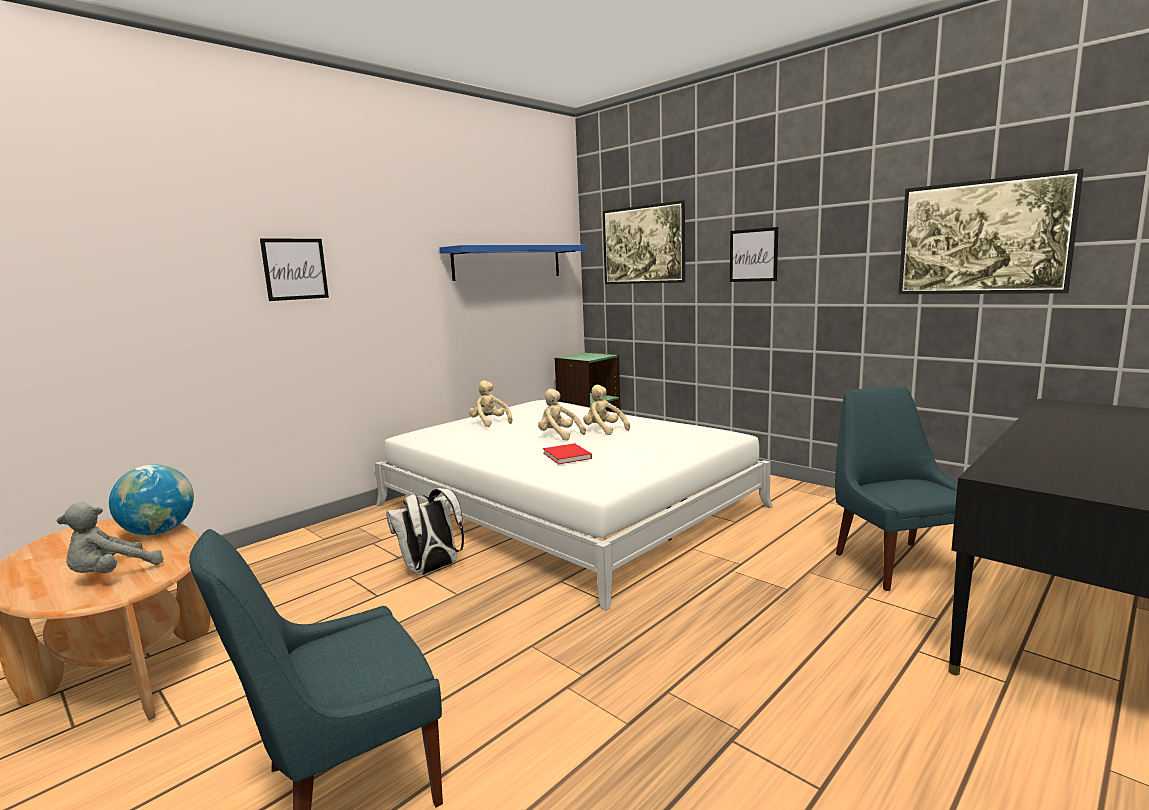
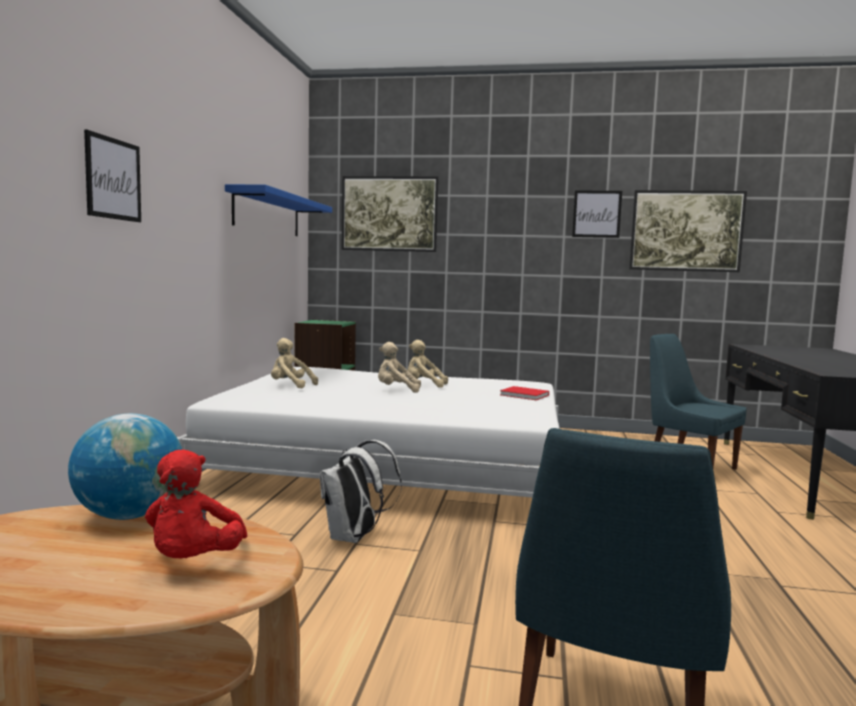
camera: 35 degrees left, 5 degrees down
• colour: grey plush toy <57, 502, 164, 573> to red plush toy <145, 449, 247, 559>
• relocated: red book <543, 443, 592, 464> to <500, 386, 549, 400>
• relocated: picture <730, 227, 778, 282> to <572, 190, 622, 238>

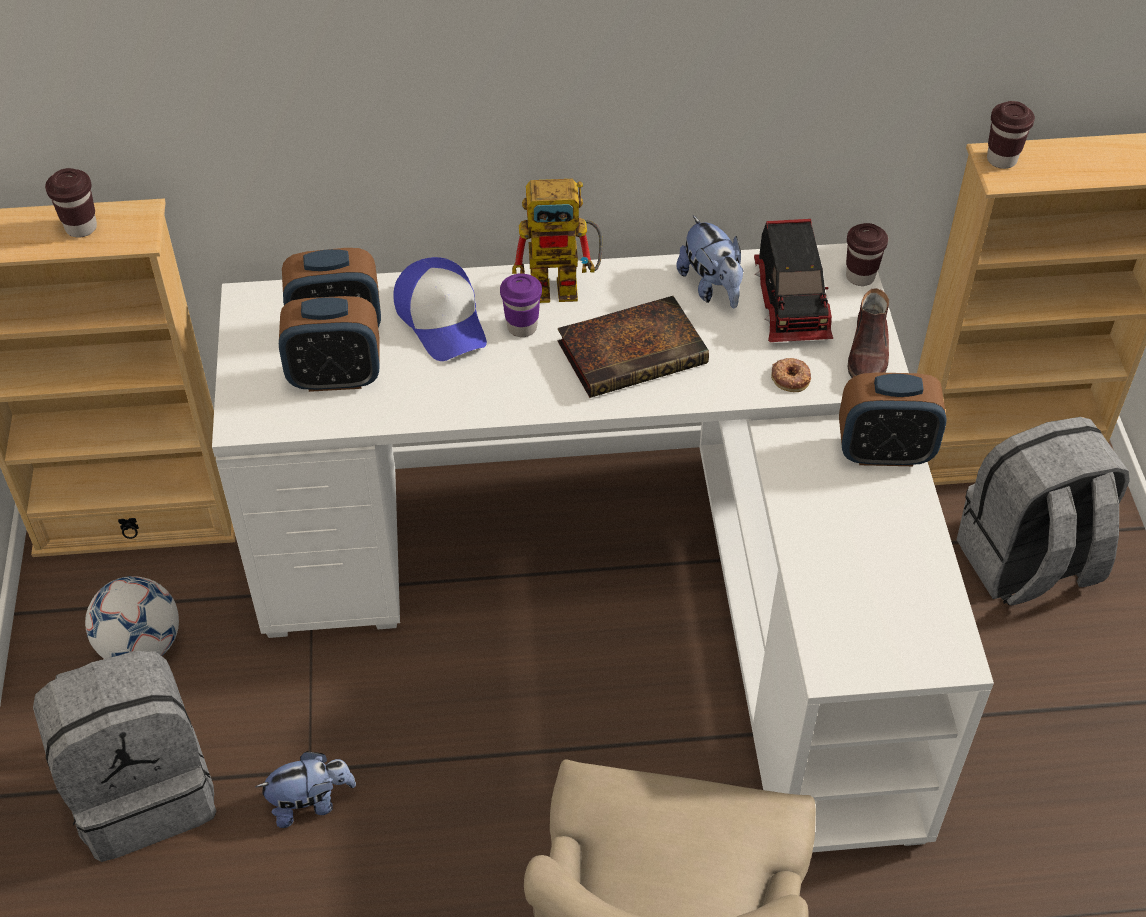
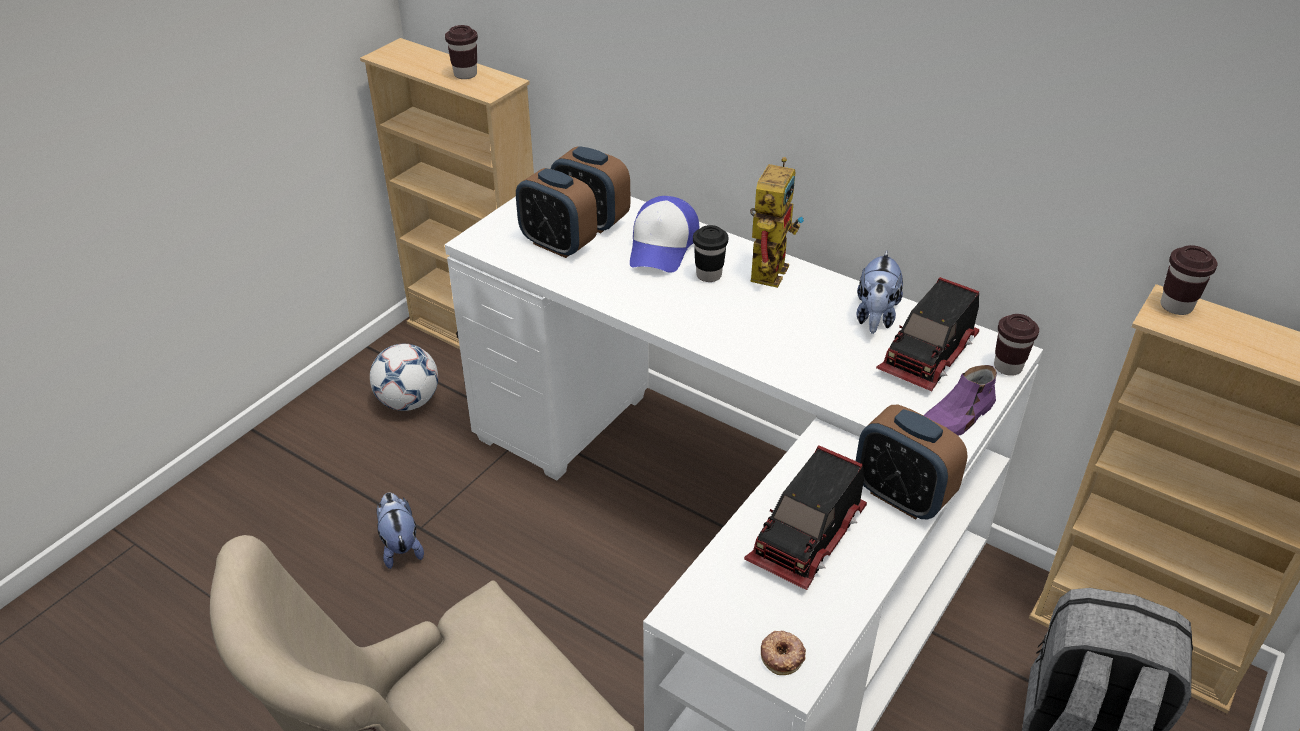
camera: 40 degrees right, 10 degrees down
• spun: plush toy <256, 751, 356, 828> = <377, 492, 424, 569> 135 degrees counterclockwise
• colour: purple cup <500, 273, 542, 337> to black cup <693, 225, 728, 282>
• appeared: toy truck <744, 445, 867, 590>
• spun: toy robot <512, 179, 603, 303> = <750, 157, 804, 288> 105 degrees counterclockwise
• relocated: donut <771, 358, 811, 392> to <761, 631, 806, 675>
• colour: brown shoe <848, 288, 889, 378> to purple shoe <924, 365, 997, 436>
• missing: grey backpack <33, 651, 217, 862>
• missing: book <558, 296, 709, 398>

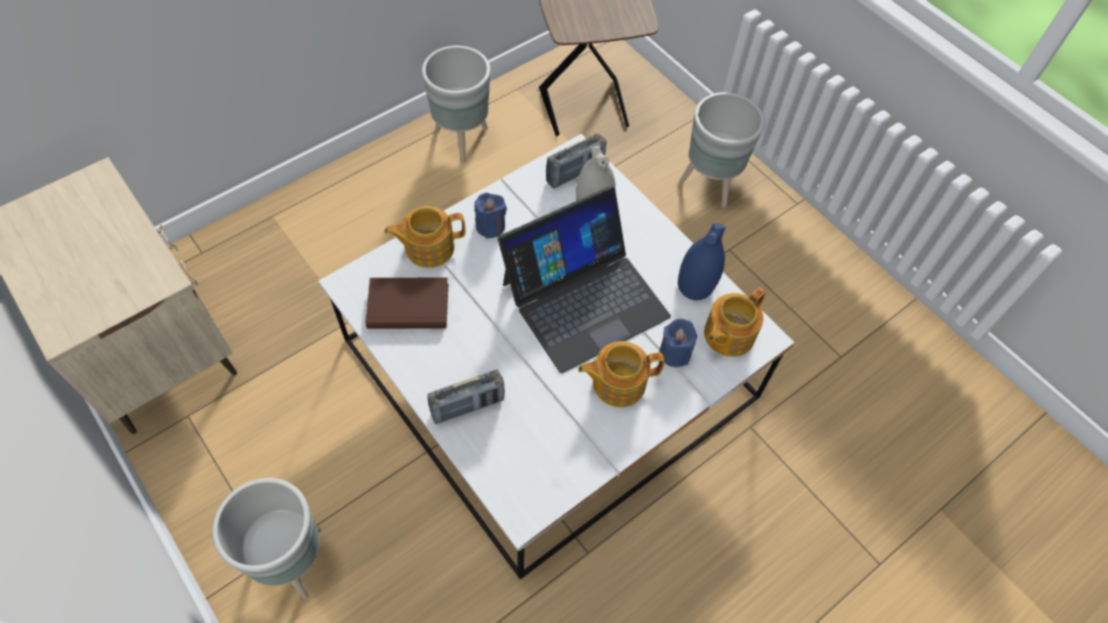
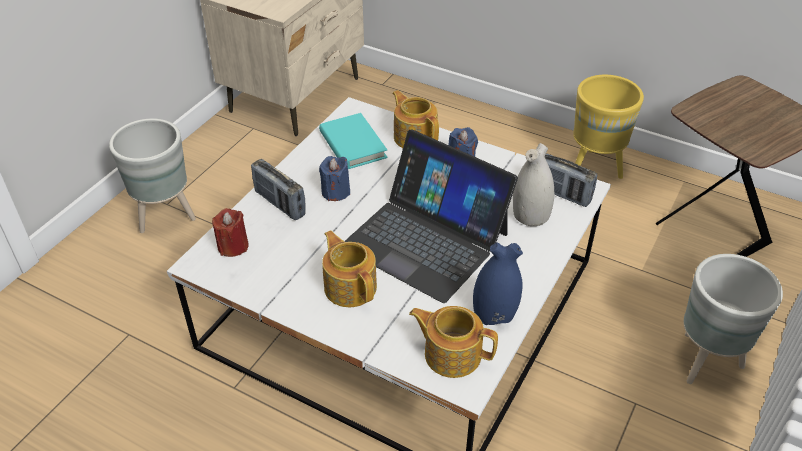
camera: 70 degrees right, 15 degrees down
• appeared: red candle <212, 208, 249, 257>
• colour: brown book <366, 278, 448, 329> to turquoise book <319, 113, 388, 169>
• relocated: blue candle <659, 319, 697, 367> to <319, 156, 350, 201>
• colour: grey planter <422, 46, 491, 163> to yellow planter <573, 75, 644, 179>

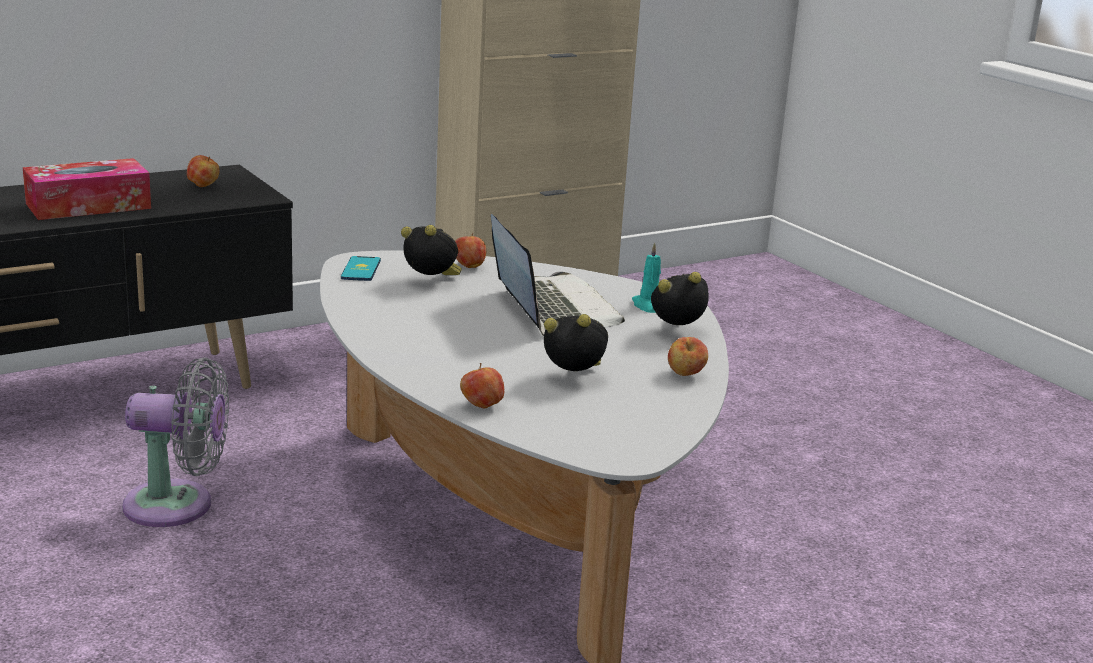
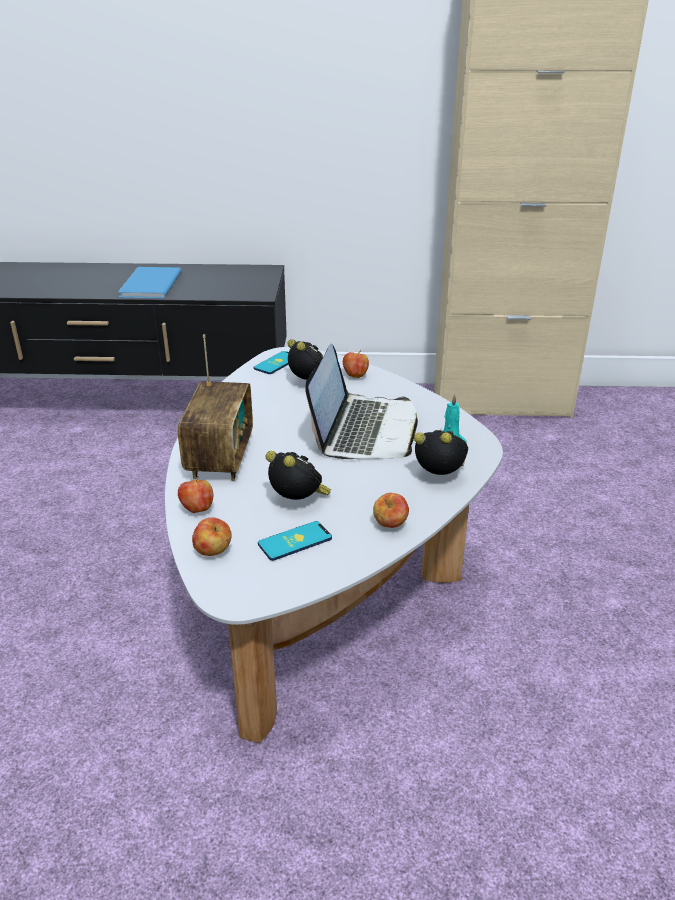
camera: 35 degrees right, 10 degrees up
• exchanged: tissue box <23, 158, 151, 220> to blue book <118, 267, 182, 299>
• appeared: radio <178, 334, 253, 481>
• relocated: apple <187, 155, 220, 187> to <192, 518, 232, 556>
• appeared: phone <258, 521, 332, 561>
• missing: grey fan <122, 358, 229, 527>

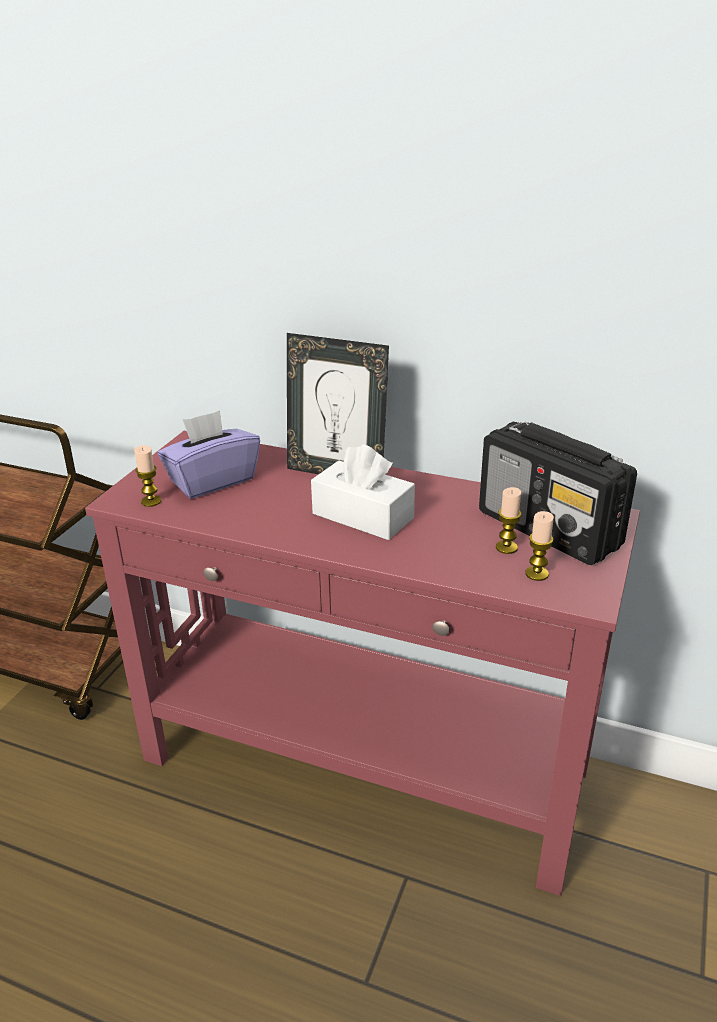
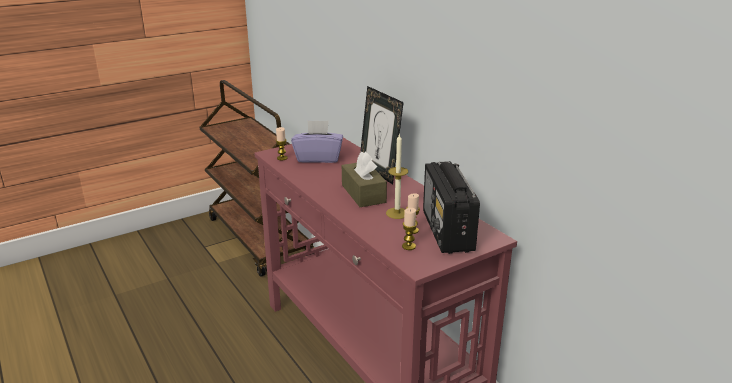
camera: 35 degrees right, 5 degrees down
• colour: white tissue box <311, 444, 415, 540> to brown tissue box <342, 152, 387, 207>
• appeared: candle <386, 133, 408, 219>

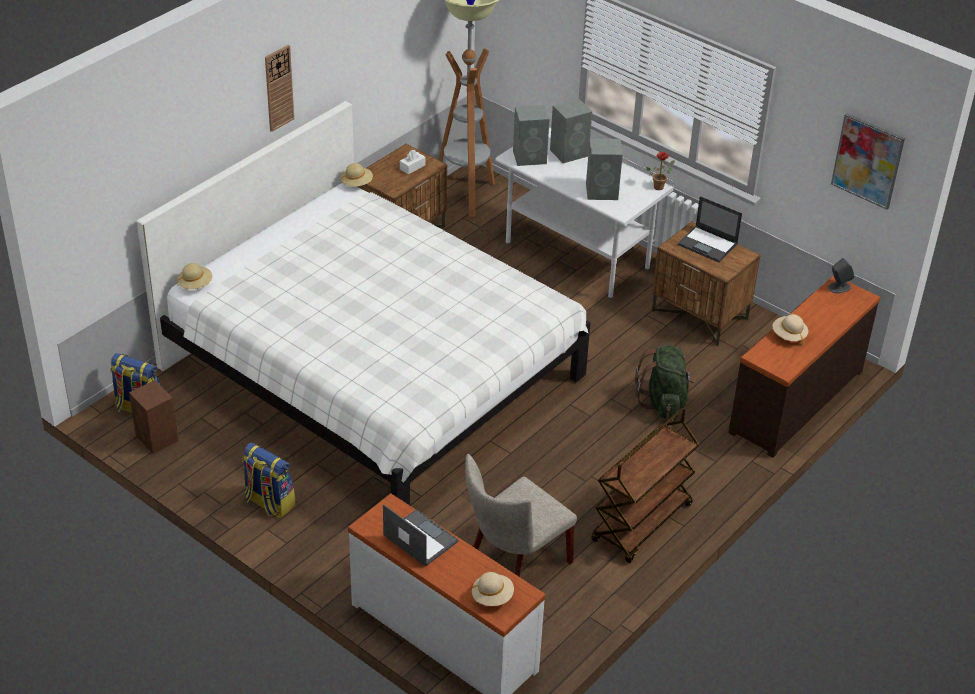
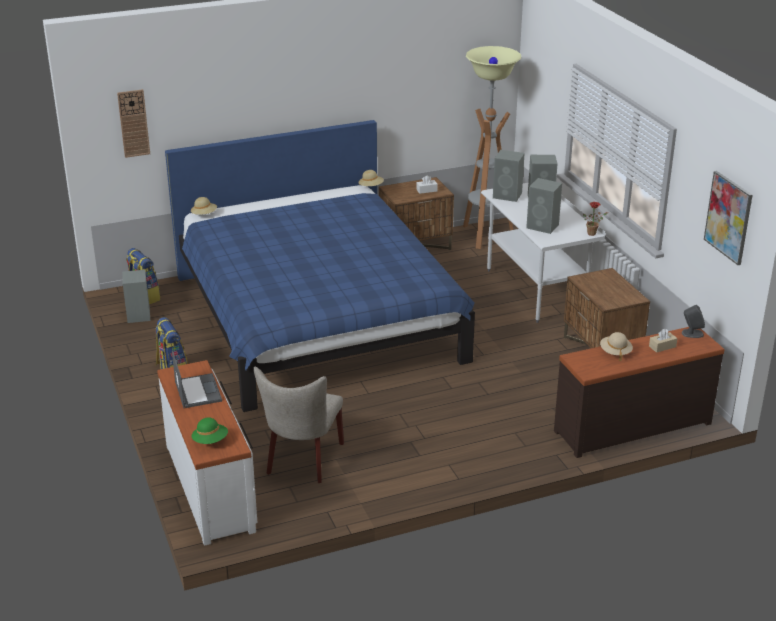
camera: 30 degrees right, 10 degrees down
• relocated: wall clock <265, 45, 294, 132> to <117, 89, 150, 158>
• colour: brown speaker <129, 380, 178, 454> to grey speaker <122, 270, 150, 323>
• colour: white bed <137, 101, 591, 505> to blue bed <165, 120, 475, 412>
• colour: beige hat <471, 572, 514, 606> to green hat <191, 417, 228, 444>
• spun: beige chair <465, 454, 577, 577> = <254, 366, 344, 483> 60 degrees counterclockwise
• appeared: beige tissue box <649, 329, 678, 353>
• missing: brown cart <591, 408, 700, 563>
• missing: green backpack <635, 345, 695, 419>
• missing: laptop <678, 196, 742, 262>

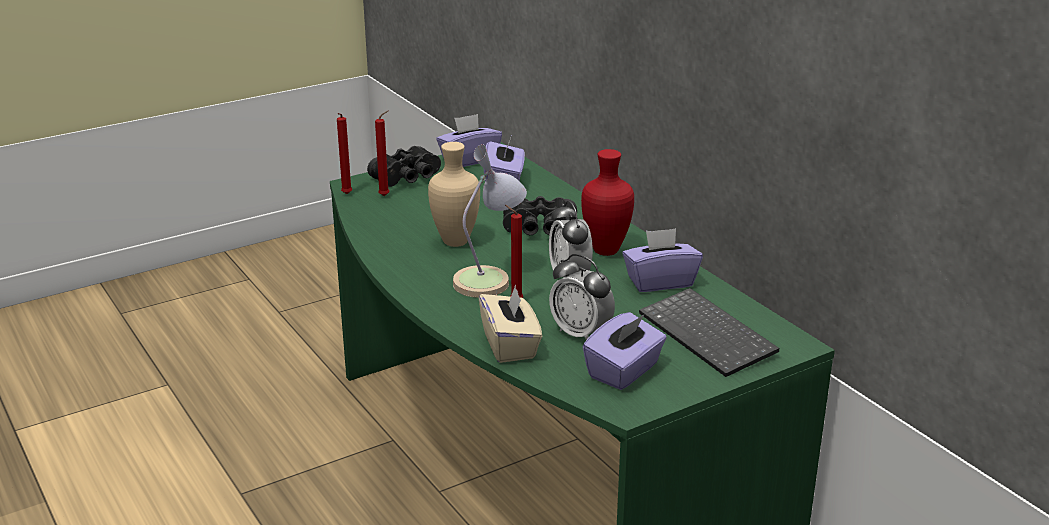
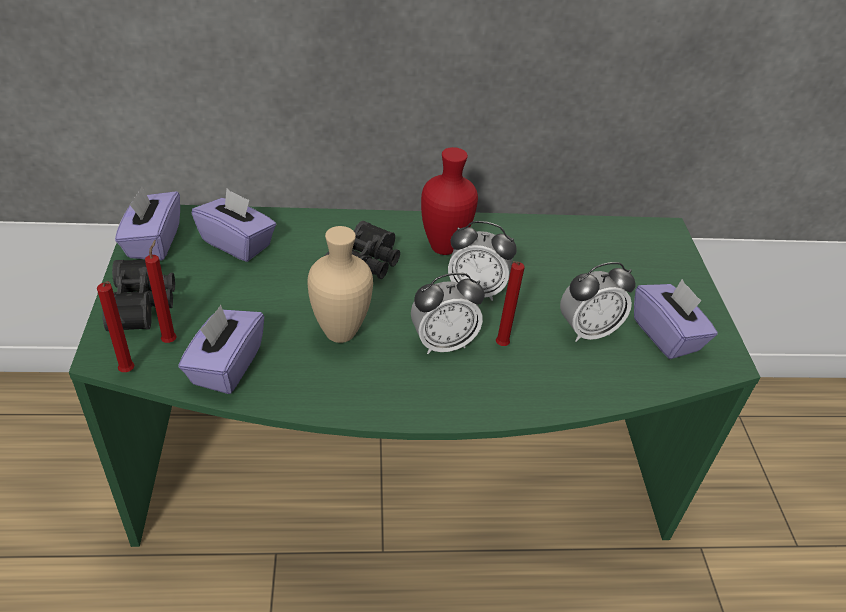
camera: 65 degrees left, 15 degrees up
• relocated: purple tissue box <622, 228, 703, 292> to <178, 305, 264, 394>
• exchanged: table lamp <453, 144, 527, 298> to alarm clock <411, 273, 485, 354>
• missing: beige tissue box <479, 284, 542, 363>
• missing: keyboard <639, 288, 779, 377>

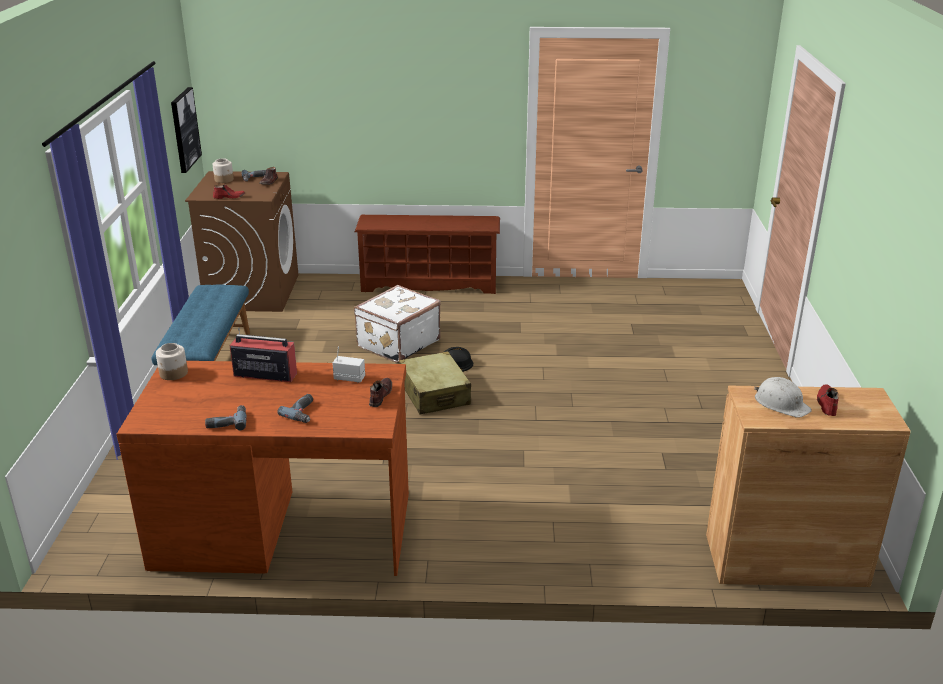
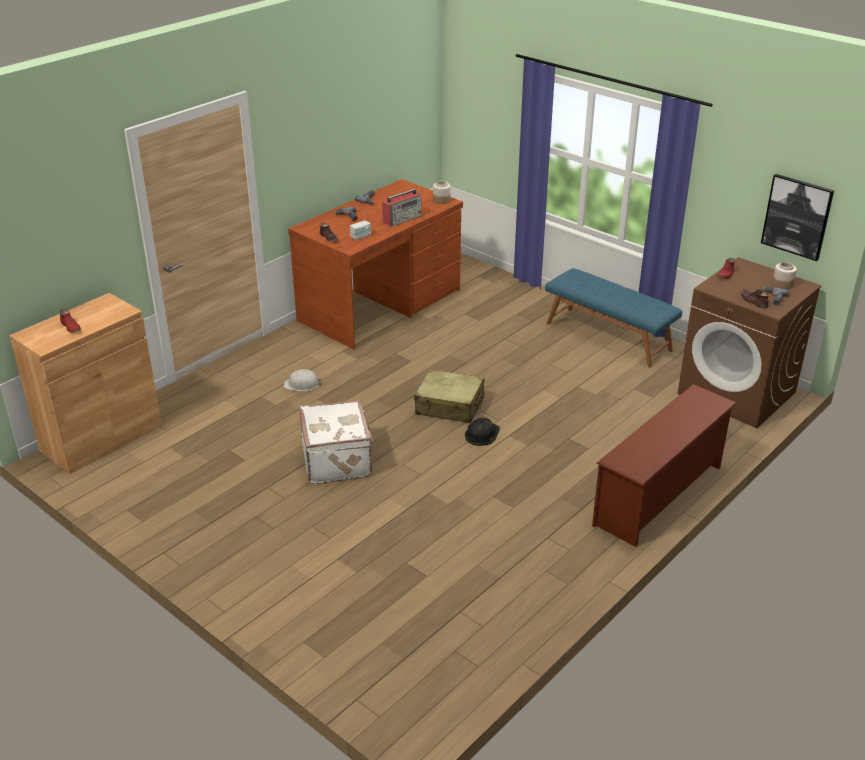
camera: 130 degrees right, 5 degrees up
• relocated: white hard hat <754, 377, 812, 418> to <284, 369, 322, 391>
• relocated: white suitcase <354, 285, 441, 363> to <299, 400, 373, 484>

